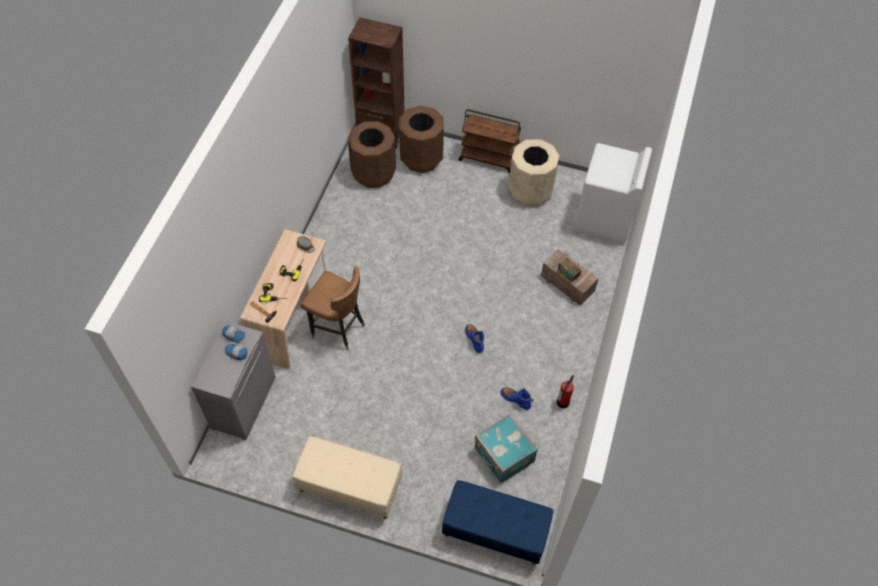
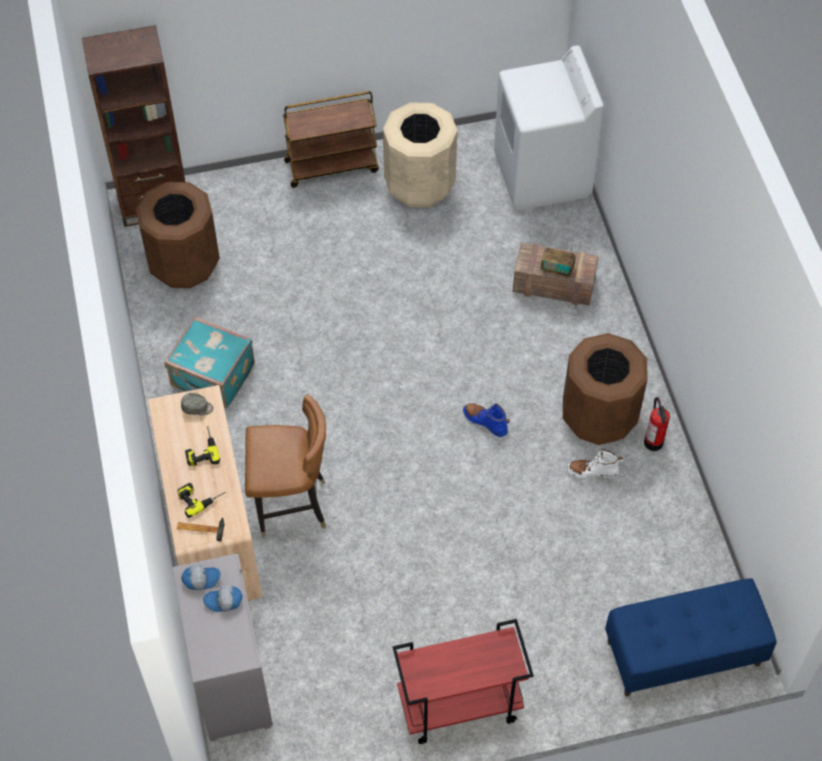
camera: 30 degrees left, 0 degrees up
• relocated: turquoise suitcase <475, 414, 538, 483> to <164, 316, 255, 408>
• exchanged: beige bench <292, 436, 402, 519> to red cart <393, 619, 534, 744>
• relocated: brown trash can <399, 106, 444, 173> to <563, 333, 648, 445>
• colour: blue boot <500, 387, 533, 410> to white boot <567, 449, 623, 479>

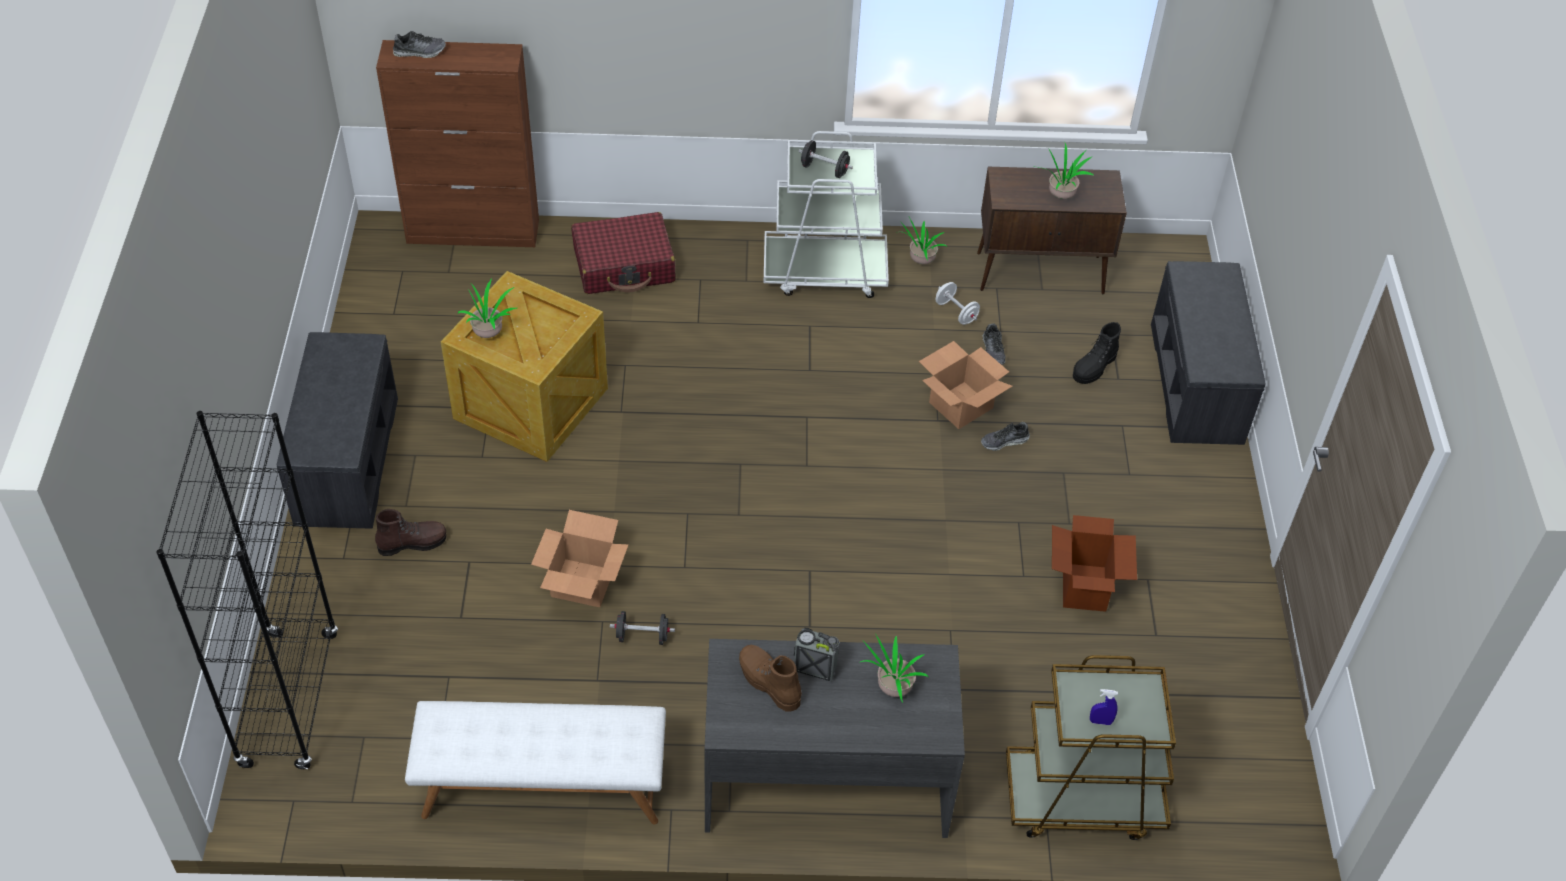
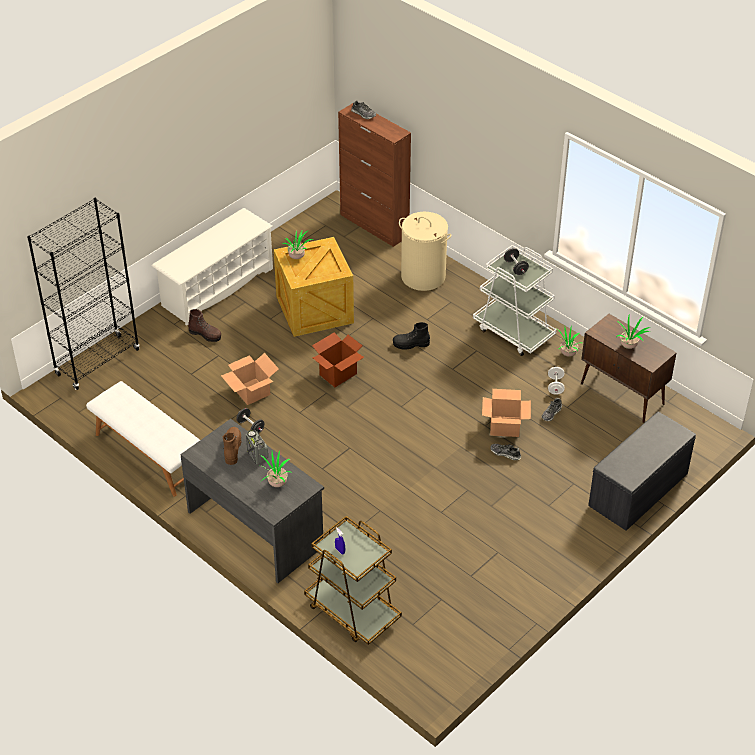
camera: 45 degrees right, 5 degrees down
• exchanged: grey bench <277, 332, 398, 529> to white shoe rack <152, 208, 273, 326>
• relocated: cardboard box <1052, 515, 1137, 612> to <312, 332, 364, 387>
• relocated: black boot <1073, 322, 1121, 384> to <393, 322, 430, 350>
• exchanged: red suitcase <571, 212, 676, 294> to beige laundry basket <399, 212, 452, 291>

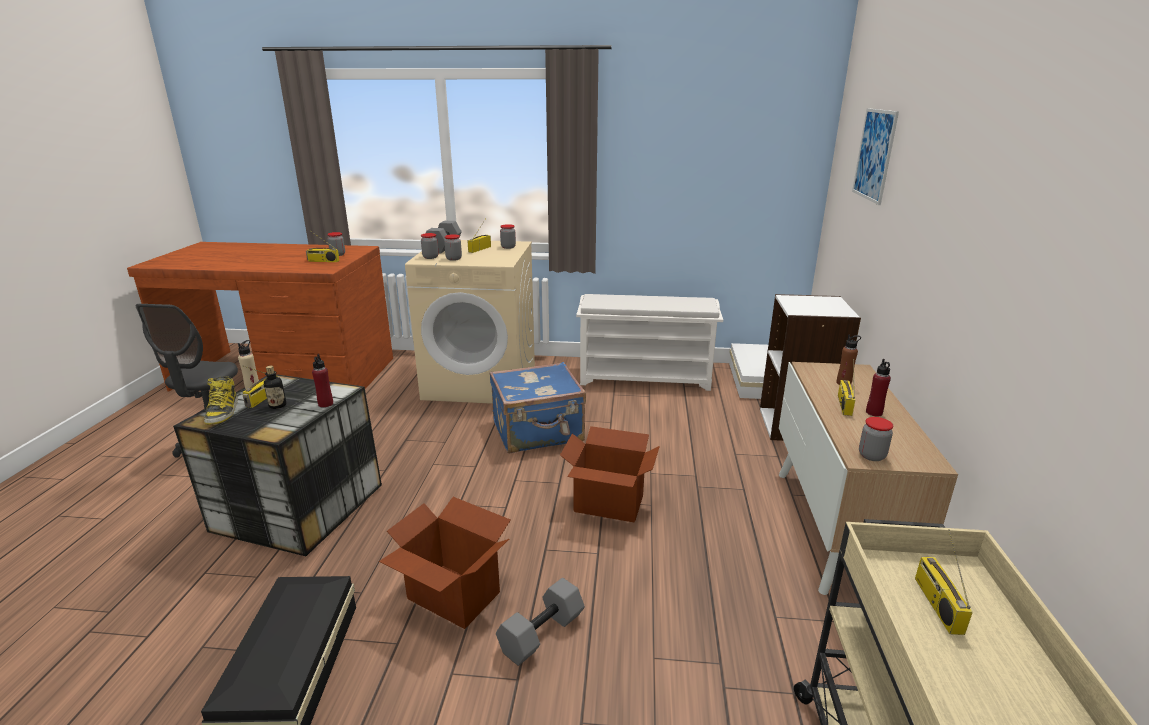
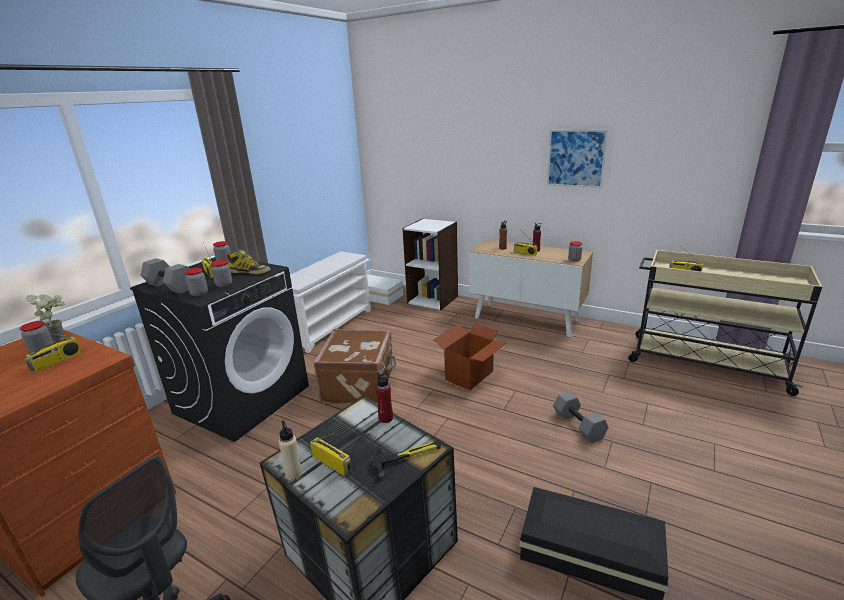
camera: 65 degrees left, 0 degrees up
• appeared: potted plant <26, 294, 65, 342>
• colour: beige washing machine <405, 240, 535, 404> to black washing machine <130, 257, 309, 442>
• relocated: boot <204, 376, 238, 425> to <227, 249, 271, 274>
• colour: blue suitcase <489, 362, 586, 453> to brown suitcase <313, 329, 396, 405>
• appeared: hammer <372, 440, 441, 477>
• relocated: picture <852, 108, 899, 205> to <547, 129, 608, 188>
• missing: bottle <264, 366, 286, 409>
• missing: cardboard box <379, 497, 511, 629>

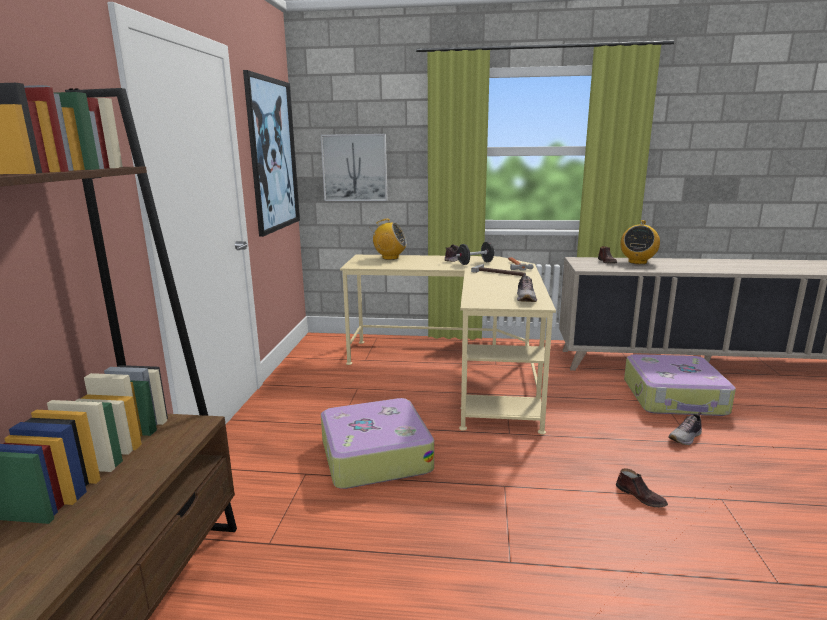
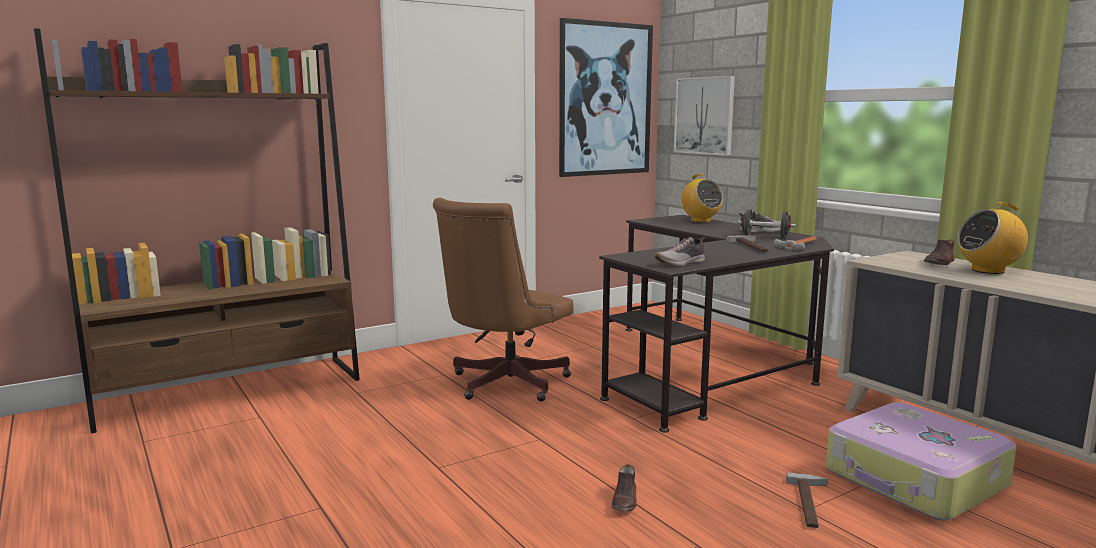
camera: 50 degrees right, 5 degrees down
• exchanged: suitcase <321, 398, 434, 489> to brown office chair <433, 198, 574, 402>
• colour: beige desk <340, 255, 556, 434> to black desk <599, 215, 834, 433>
• exchanged: shoe <668, 412, 702, 445> to hammer <786, 472, 828, 528>

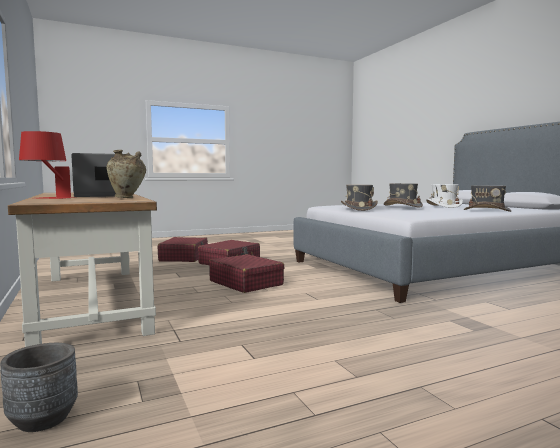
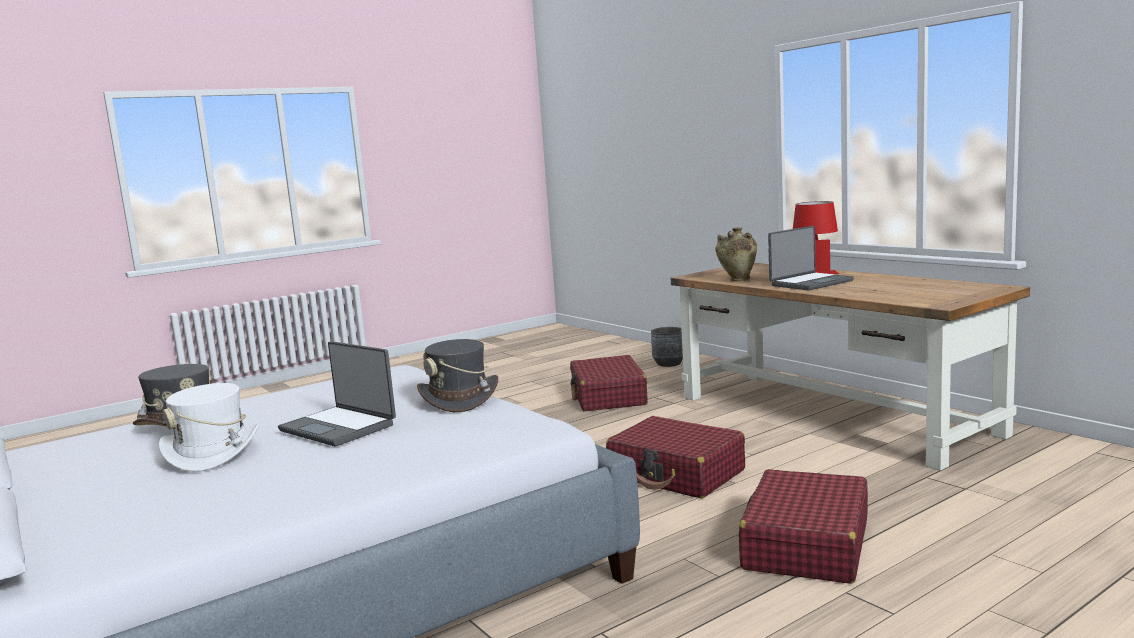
camera: 170 degrees right, 5 degrees up
• exchanged: grey hat <384, 183, 423, 208> to laptop <278, 341, 396, 446>
• relocated: red suitcase <158, 237, 208, 262> to <570, 355, 648, 412>

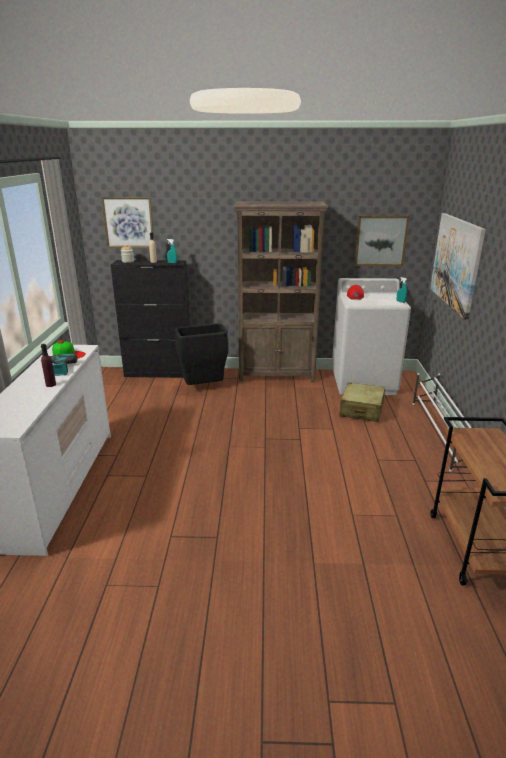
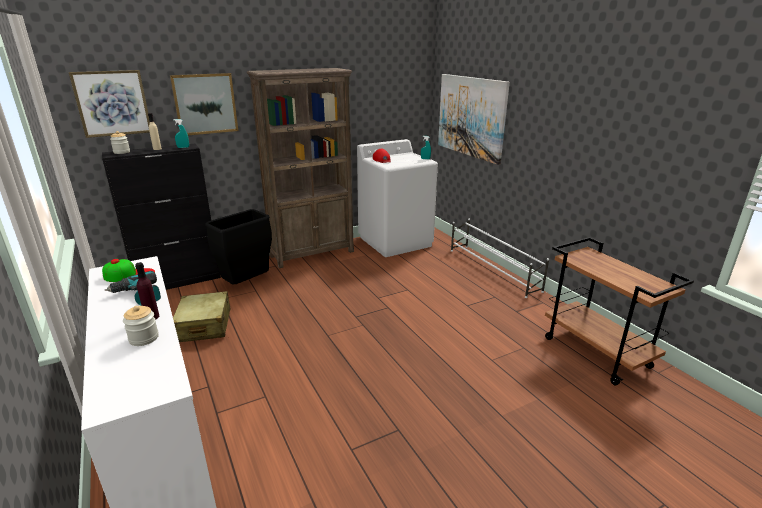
camera: 30 degrees left, 0 degrees up
• appeared: jar <123, 306, 159, 346>
• relocated: picture <354, 216, 409, 266> to <170, 73, 238, 135>
• relocated: beige suitcase <339, 382, 385, 422> to <173, 291, 231, 342>

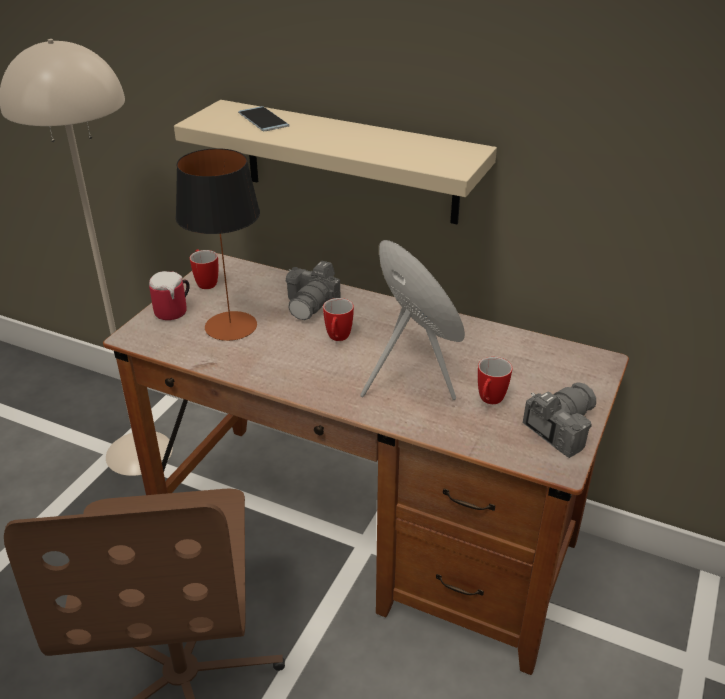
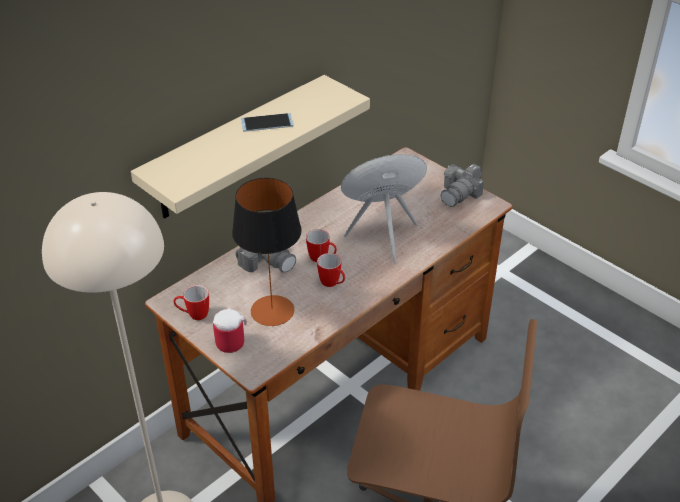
camera: 70 degrees left, 5 degrees up
• relocated: phone <238, 106, 289, 131> to <241, 113, 293, 131>
• relocated: mug <478, 357, 512, 404> to <317, 253, 345, 287>
• spun: photo camera <523, 382, 596, 458> = <441, 164, 484, 207> 120 degrees counterclockwise

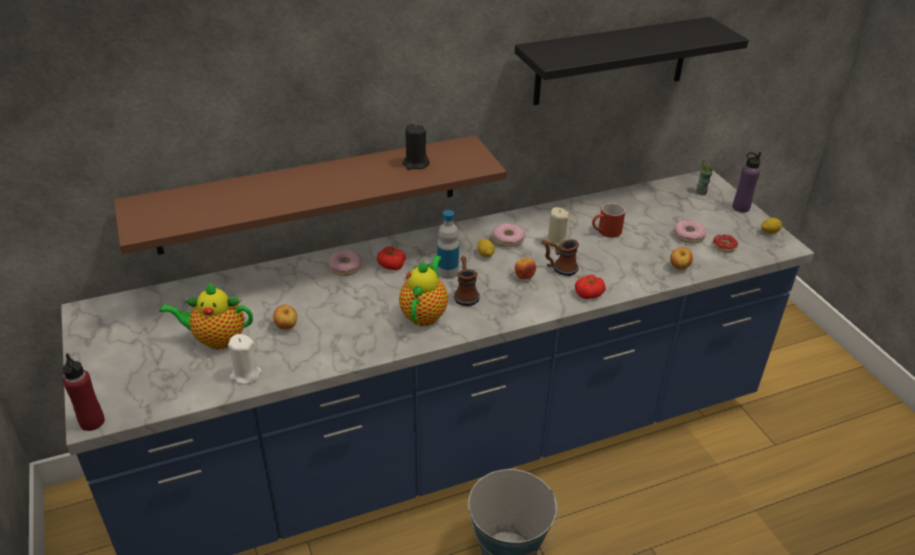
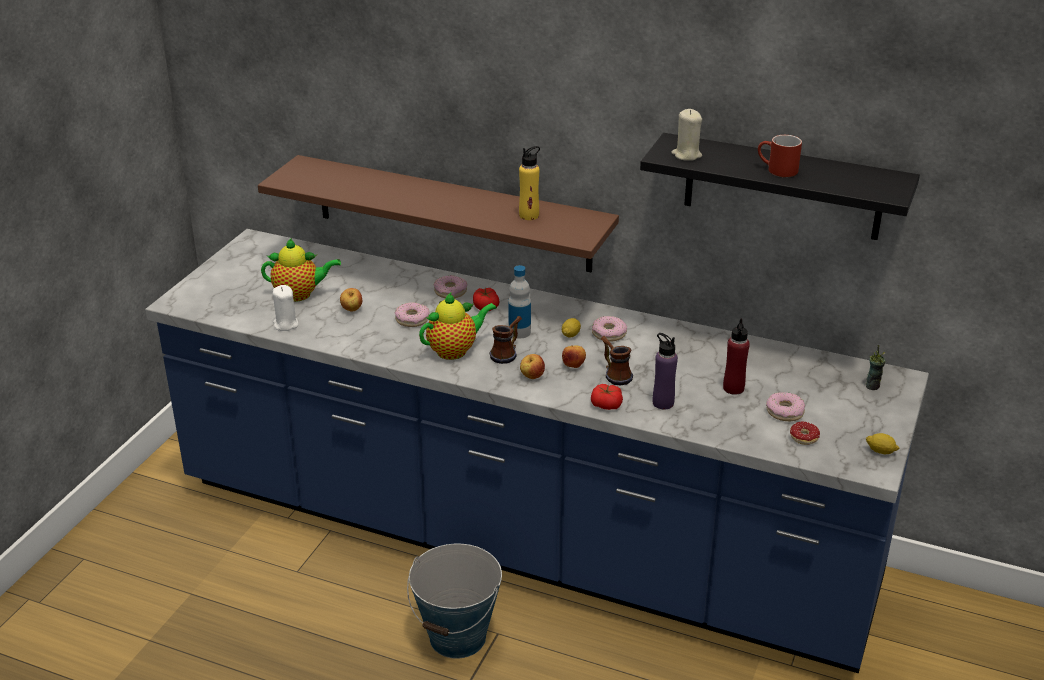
camera: 45 degrees right, 5 degrees down
• spun: teapot <159, 283, 253, 350> = <261, 238, 341, 302> 135 degrees clockwise
• appeared: donut <395, 302, 430, 327>
• exchanged: black candle <402, 124, 430, 170> to yellow bottle <519, 146, 540, 220>
• relocated: apple <670, 247, 693, 270> to <520, 354, 545, 379>
• relocated: purple bottle <733, 152, 761, 213> to <653, 333, 678, 409>
• relocated: beige candle <544, 207, 569, 249> to <671, 109, 702, 161>
• relocated: red bottle <63, 353, 105, 431> to <723, 319, 750, 395>
• relocated: red mug <592, 203, 626, 238> to <758, 135, 802, 177>

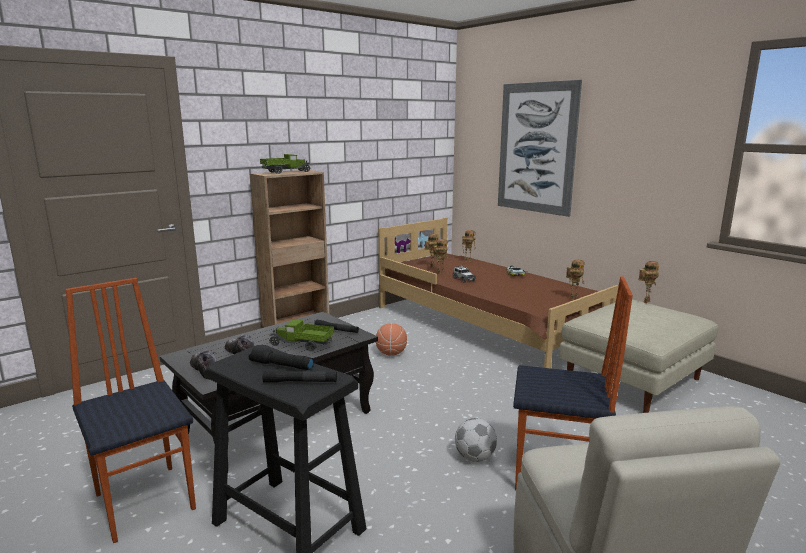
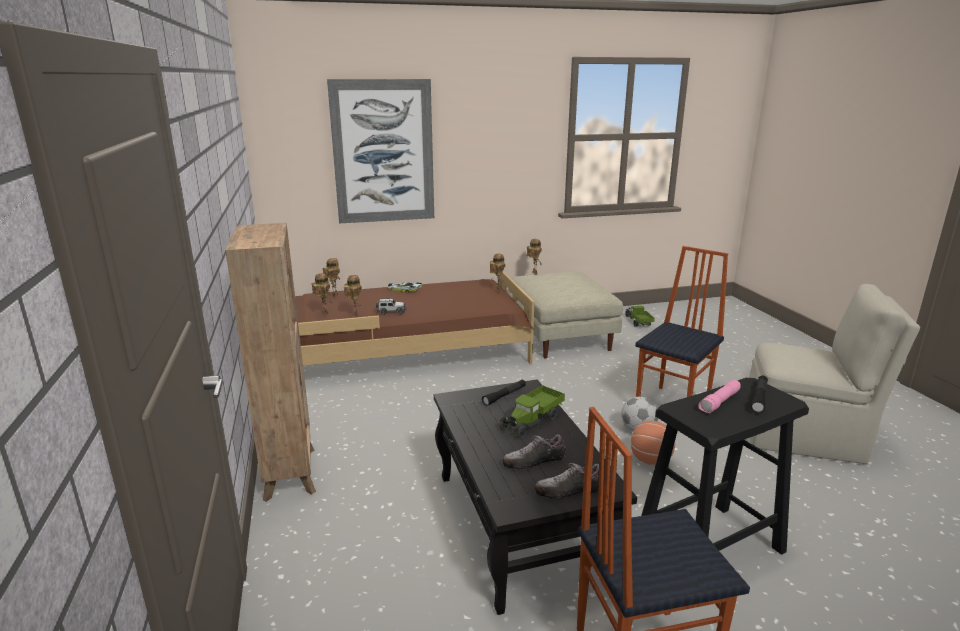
camera: 65 degrees left, 5 degrees up
• relocated: toy truck <260, 154, 311, 174> to <625, 306, 655, 326>
• relocated: basketball <376, 323, 407, 355> to <631, 421, 675, 465>
• colour: black flashlight <249, 347, 314, 370> to pink flashlight <698, 380, 741, 413>

